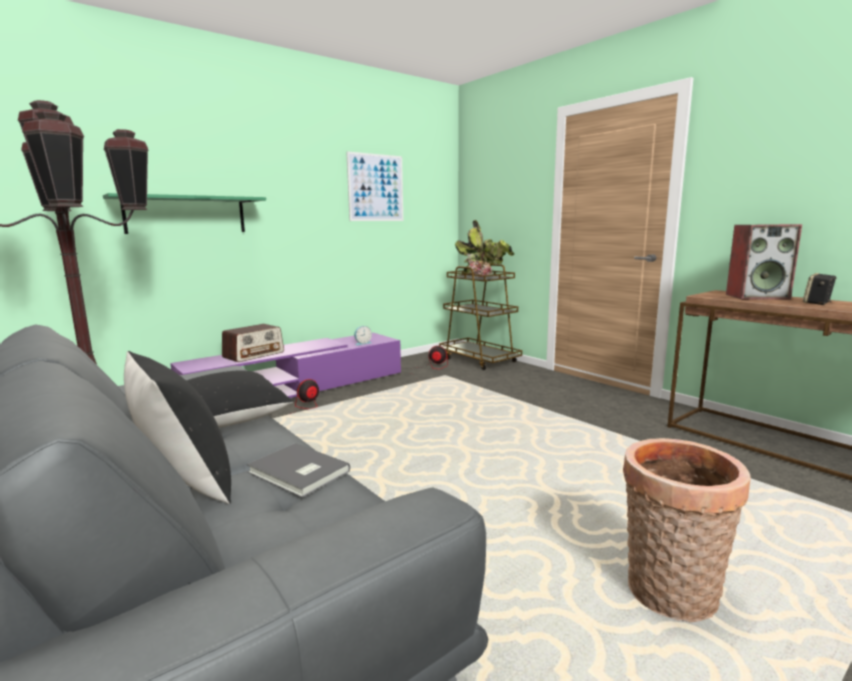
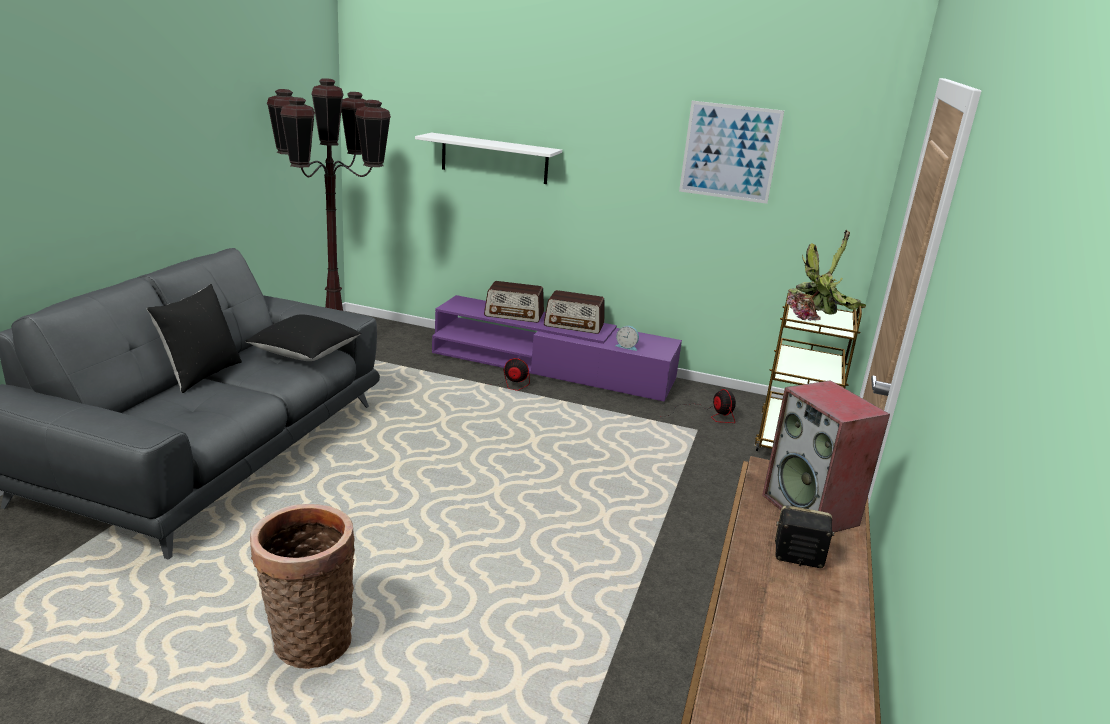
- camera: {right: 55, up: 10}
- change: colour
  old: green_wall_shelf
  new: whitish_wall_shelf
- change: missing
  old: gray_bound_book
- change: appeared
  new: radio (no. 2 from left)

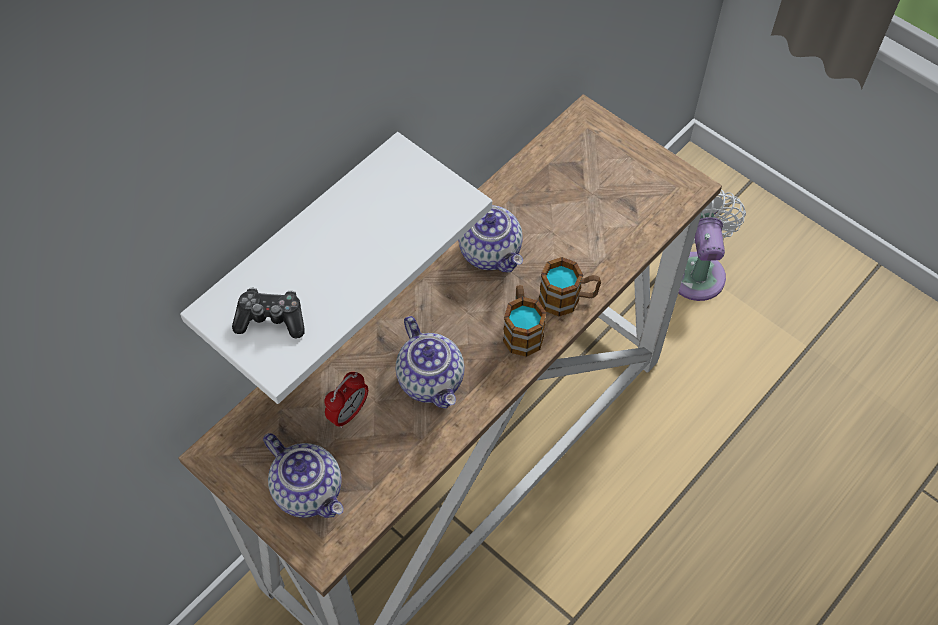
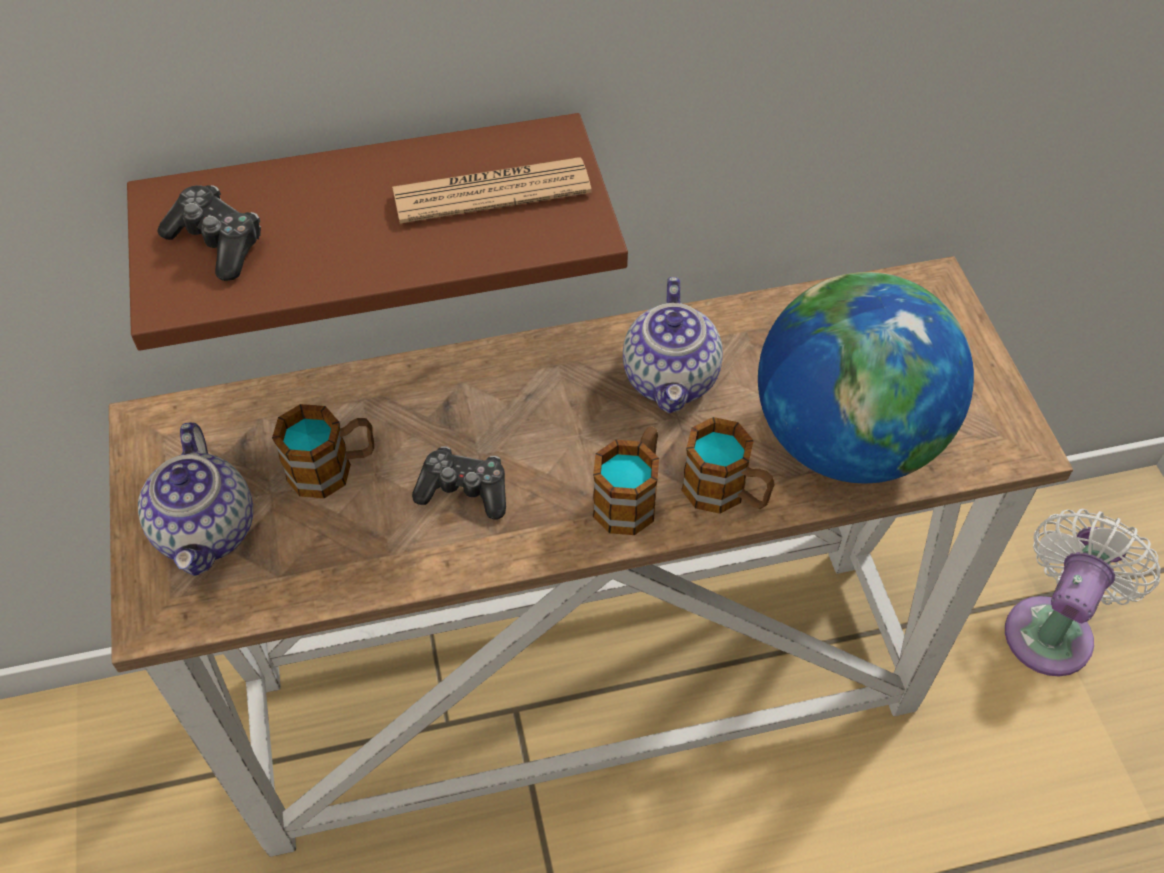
- camera: {right: 35, up: -5}
- change: colour
  old: whitish_wall_shelf
  new: brown-coloured_wall_shelf
- change: exchanged
  old: bedside_clock
  new: coffee_mug (no. 1 from left)
- change: exchanged
  old: teapot (no. 2 from left)
  new: gamepad (no. 2 from left)
- change: appeared
  new: daily_paper
- change: appeared
  new: globe

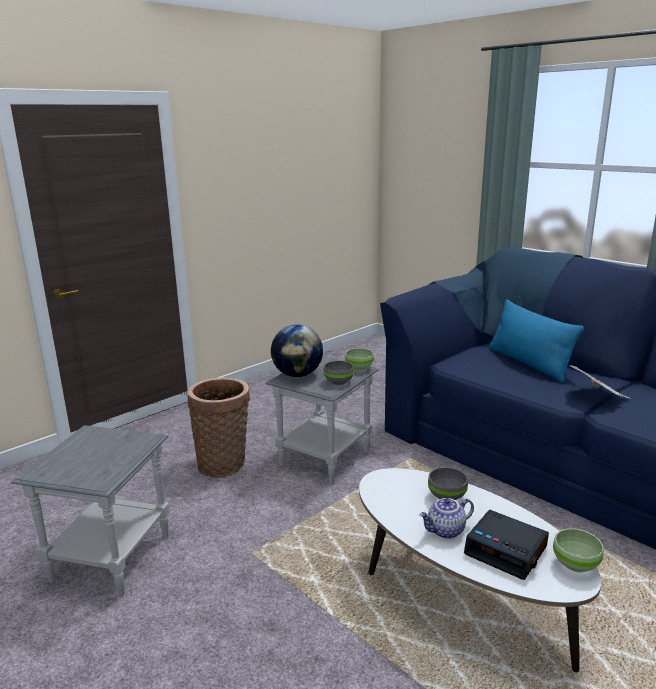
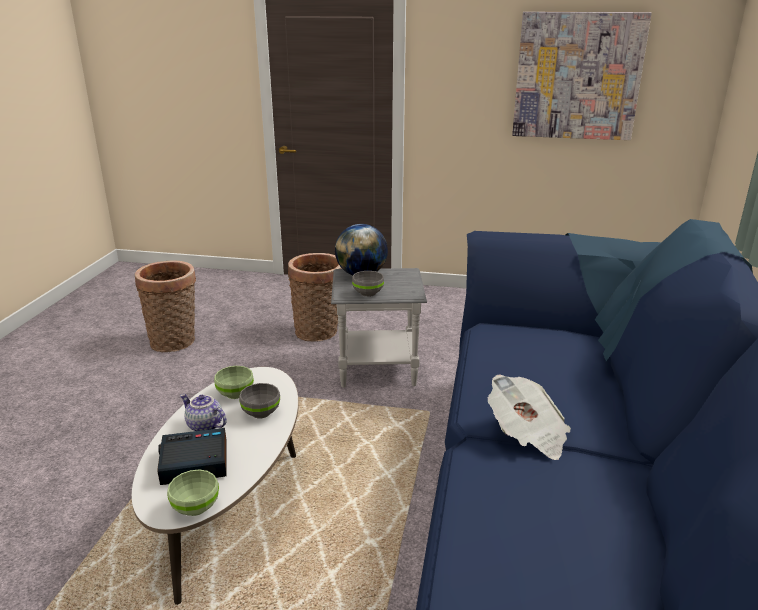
- camera: {right: 55, up: 5}
- change: exchanged
  old: gray_accent_table (no. 1 from left)
  new: storage_basket (no. 1 from left)
- change: relocated
  old: green_deep_dish (no. 1 from left in the first image)
  new: green_deep_dish (no. 2 from left)
- change: spun
  old: bedside_clock
  degrees: 75
- change: missing
  old: blue_throw_pillow
- change: appeared
  new: wall_art

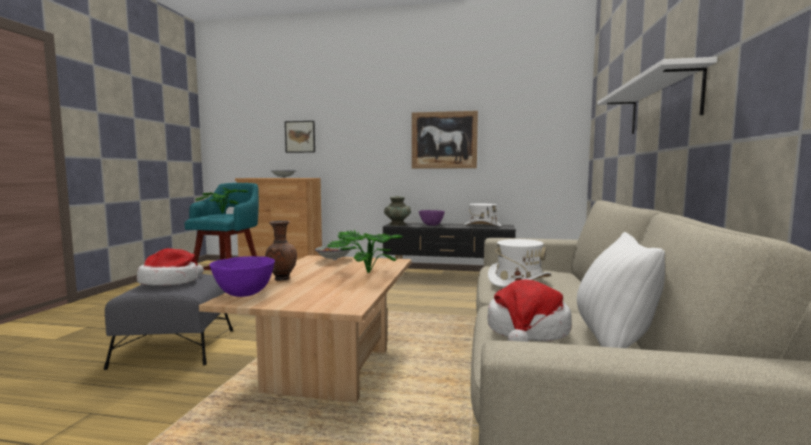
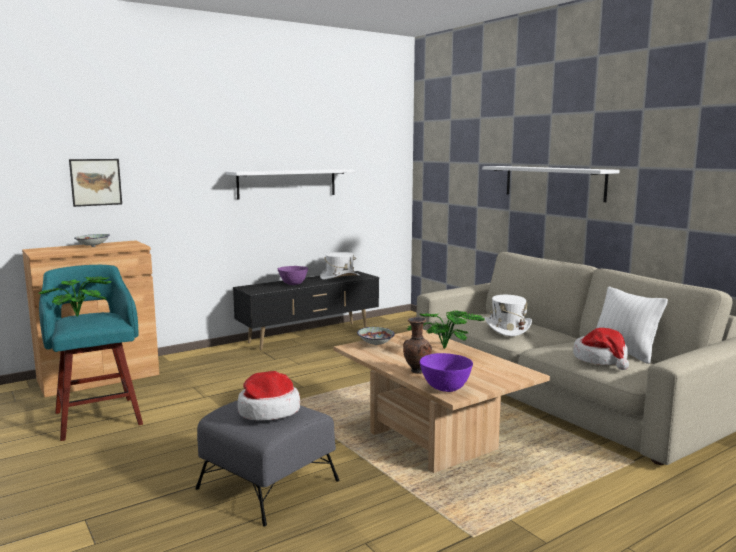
- camera: {right: -45, up: 5}
- change: missing
  old: blue-green_decorative_vase
- change: exchanged
  old: wall_art (no. 2 from left)
  new: whitish_wall_shelf (no. 1 from left)

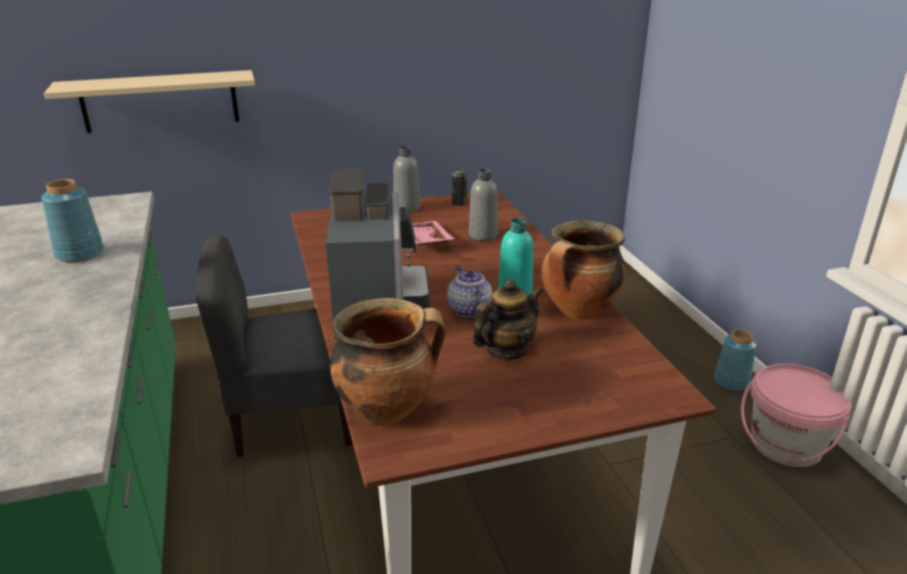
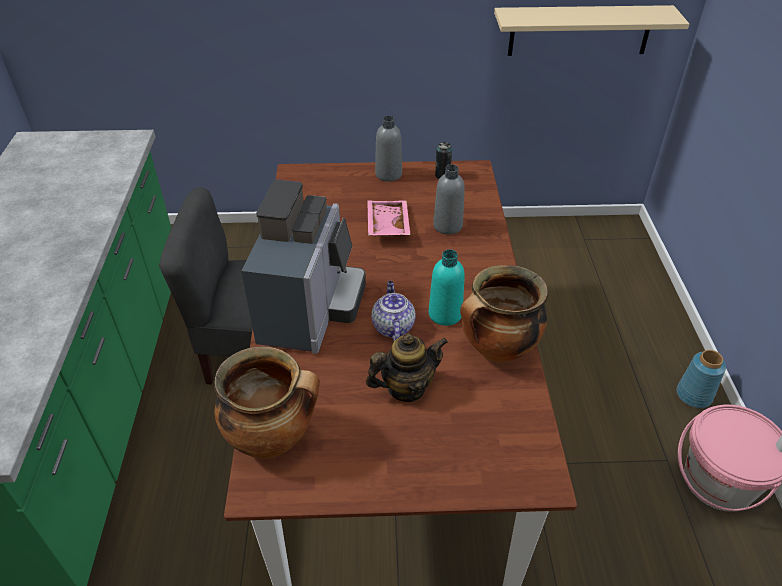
- camera: {right: 15, up: 15}
- change: missing
  old: blue_decorative_vase (no. 1 from left)
- change: relocated
  old: beige_wall_shelf

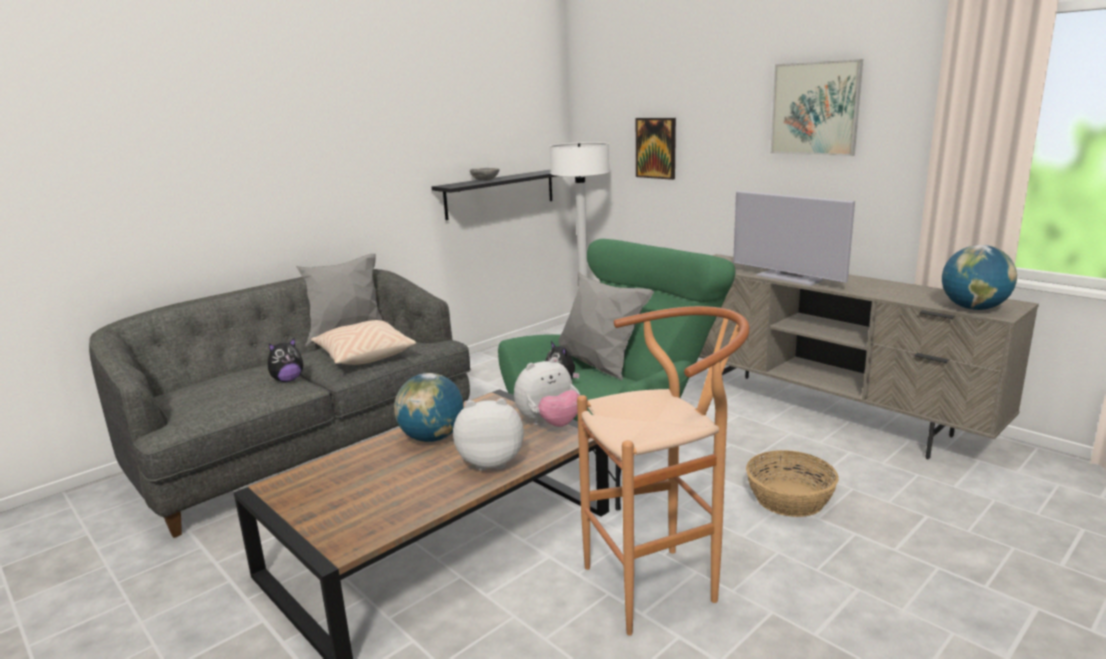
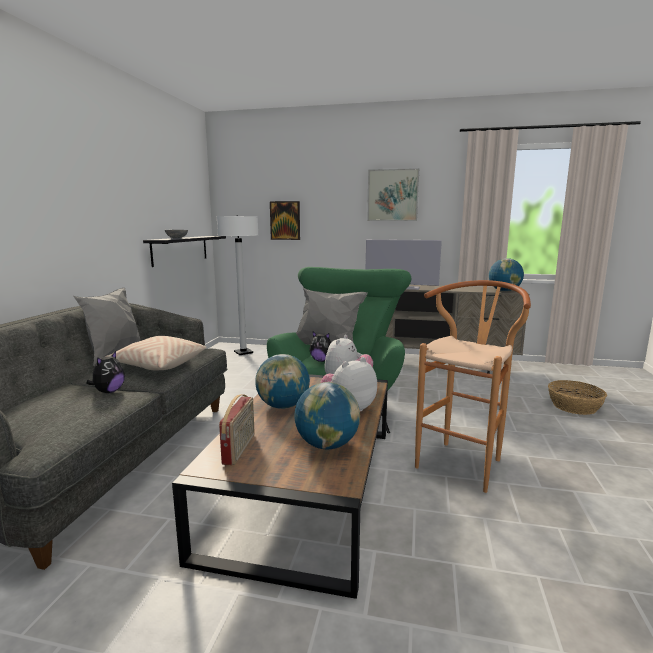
- camera: {right: -35, up: -5}
- change: relocated
  old: storage_basket
- change: appeared
  new: radio
- change: appeared
  new: globe (no. 2 from left)

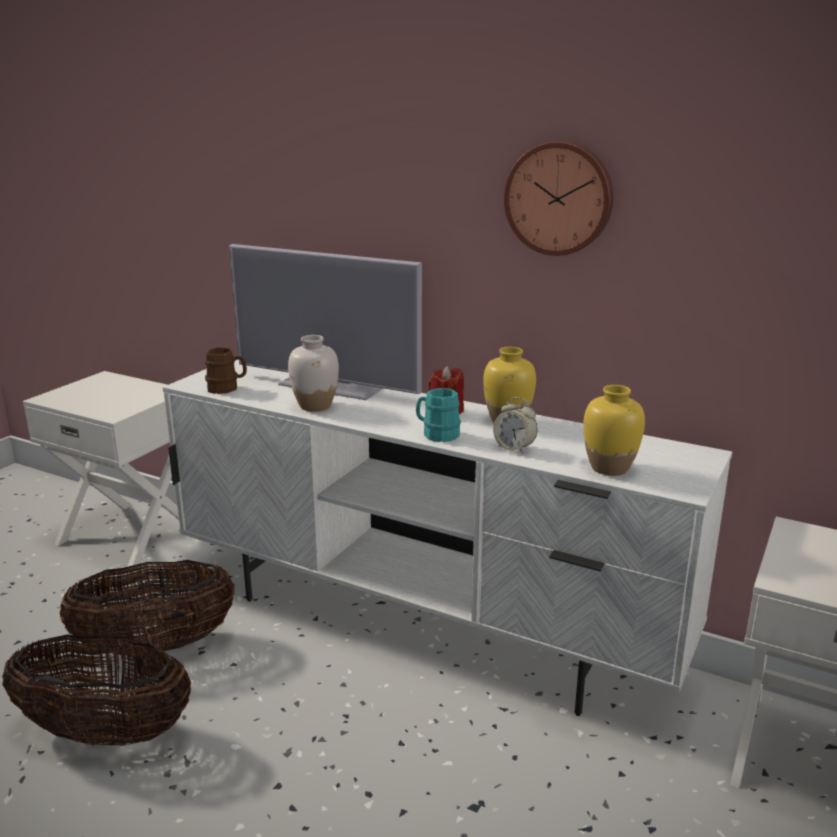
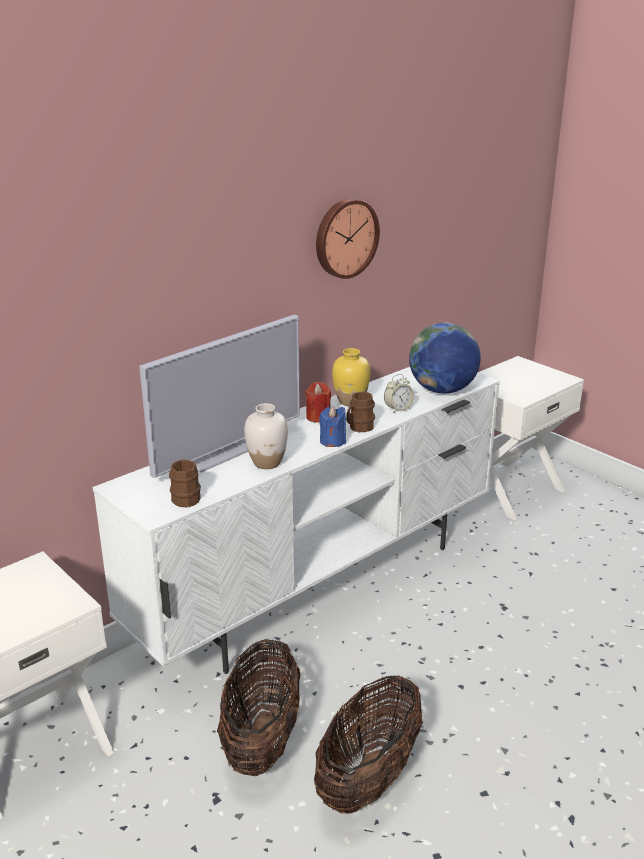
- camera: {right: -70, up: 5}
- change: colour
  old: blue-green_coffee_mug
  new: brown-coloured_coffee_mug (no. 2 from left)
- change: exchanged
  old: yellow-coloured_decorative_vase (no. 2 from left)
  new: globe
- change: appeared
  new: blue_candle

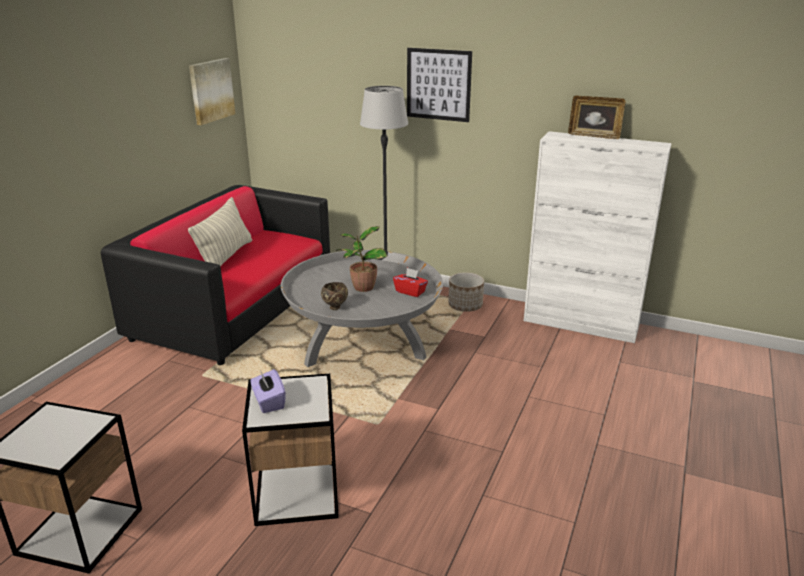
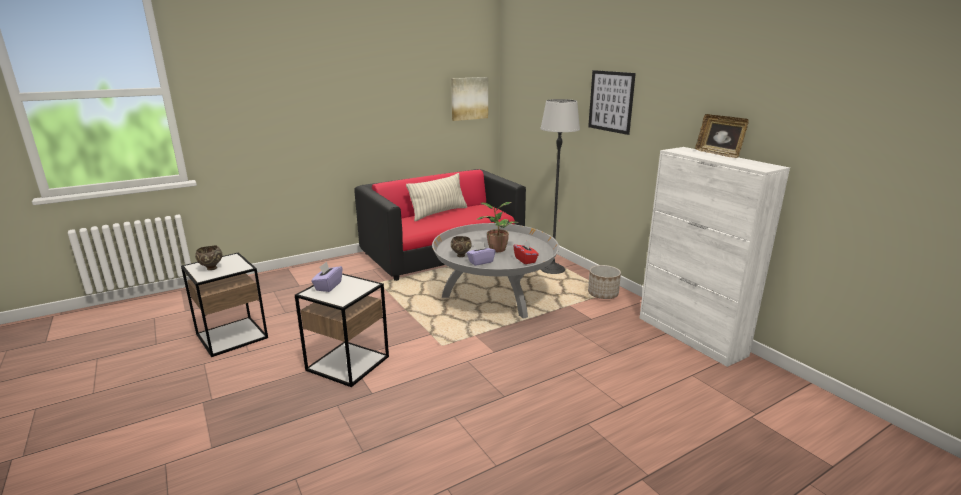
- camera: {right: 35, up: -5}
- change: appeared
  new: brown-coloured_deep_dish (no. 1 from left)
- change: appeared
  new: purplish_tissue_box (no. 2 from left)

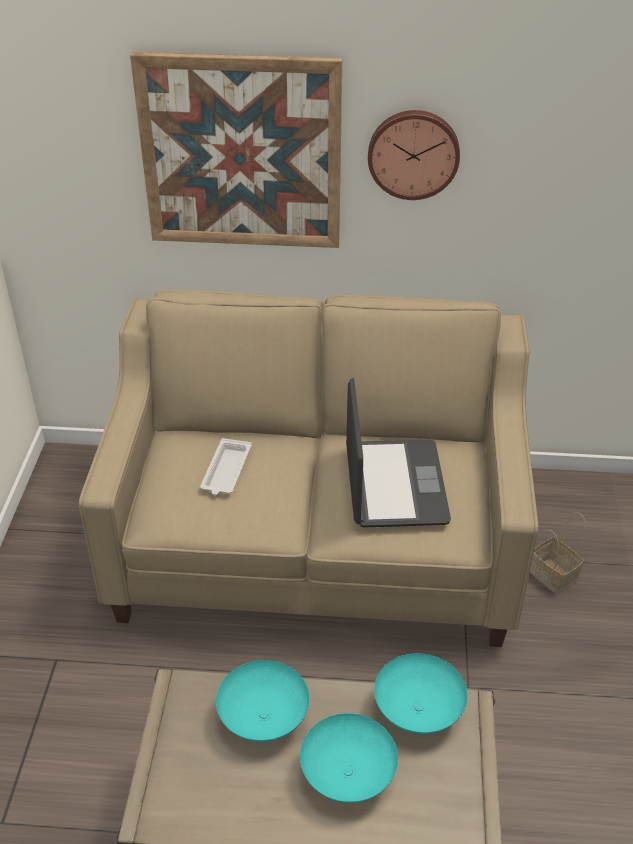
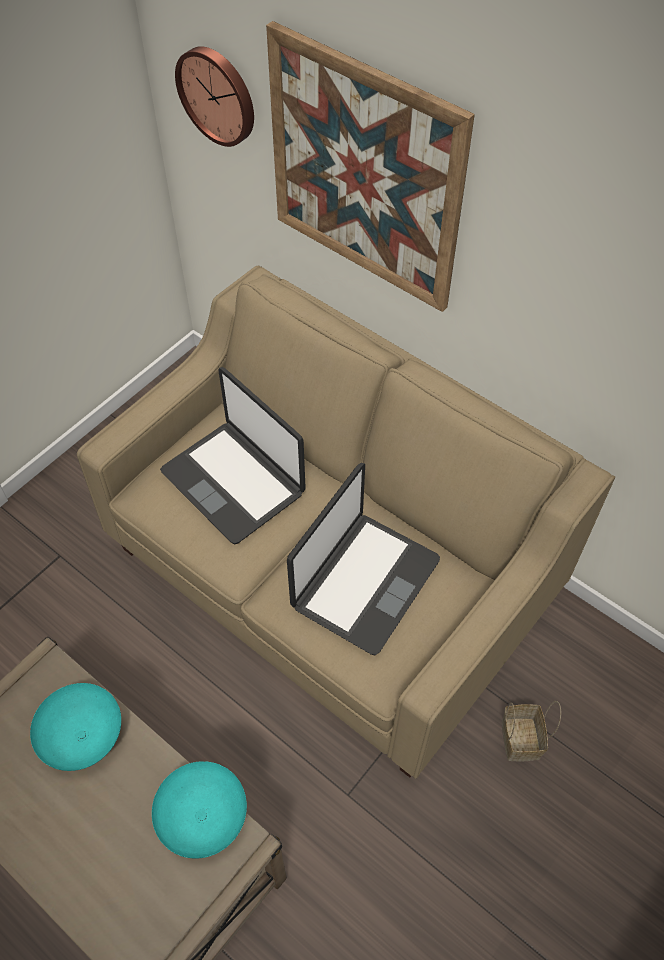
- camera: {right: 35, up: 15}
- change: exchanged
  old: whitish_serving_tray
  new: portable_computer (no. 1 from left)
- change: missing
  old: blue-green_deep_dish (no. 2 from left)
- change: relocated
  old: hanging_clock

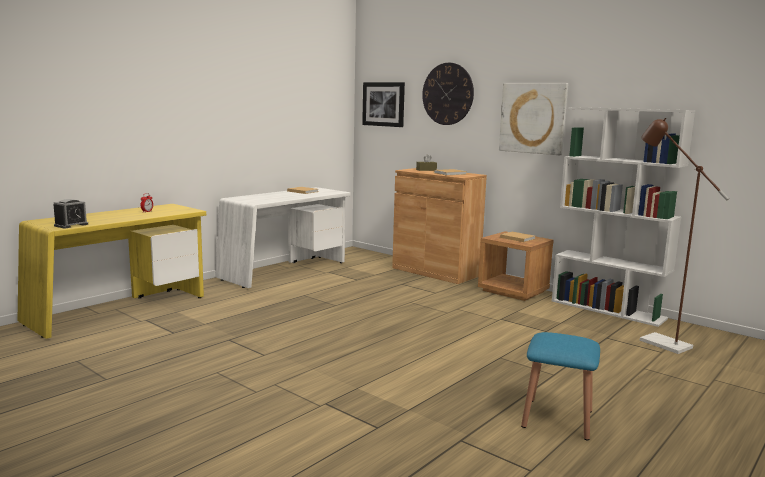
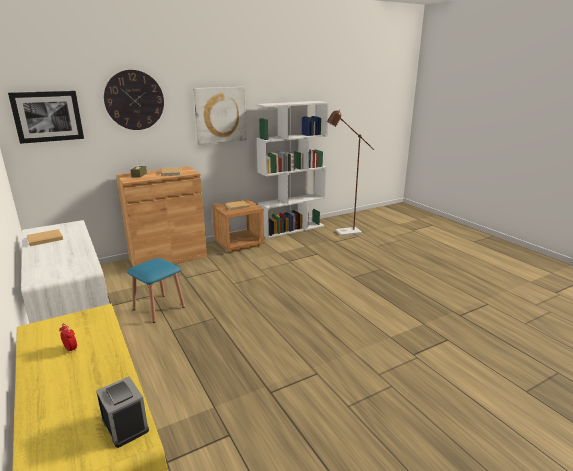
- camera: {right: -70, up: 10}
- change: relocated
  old: blue_stool

